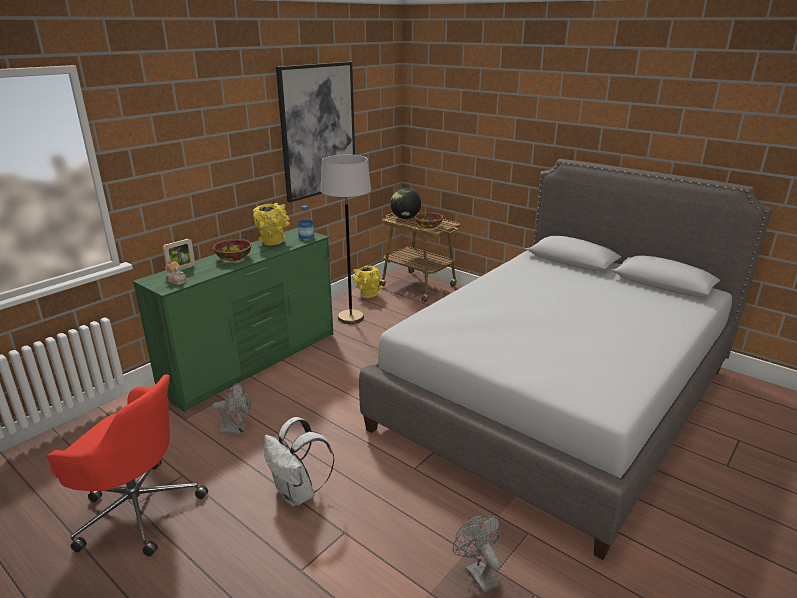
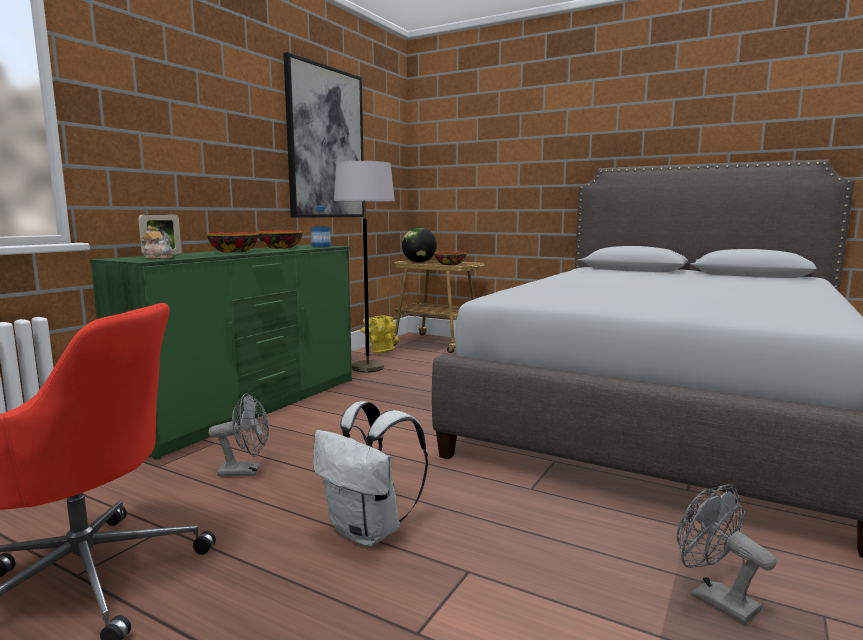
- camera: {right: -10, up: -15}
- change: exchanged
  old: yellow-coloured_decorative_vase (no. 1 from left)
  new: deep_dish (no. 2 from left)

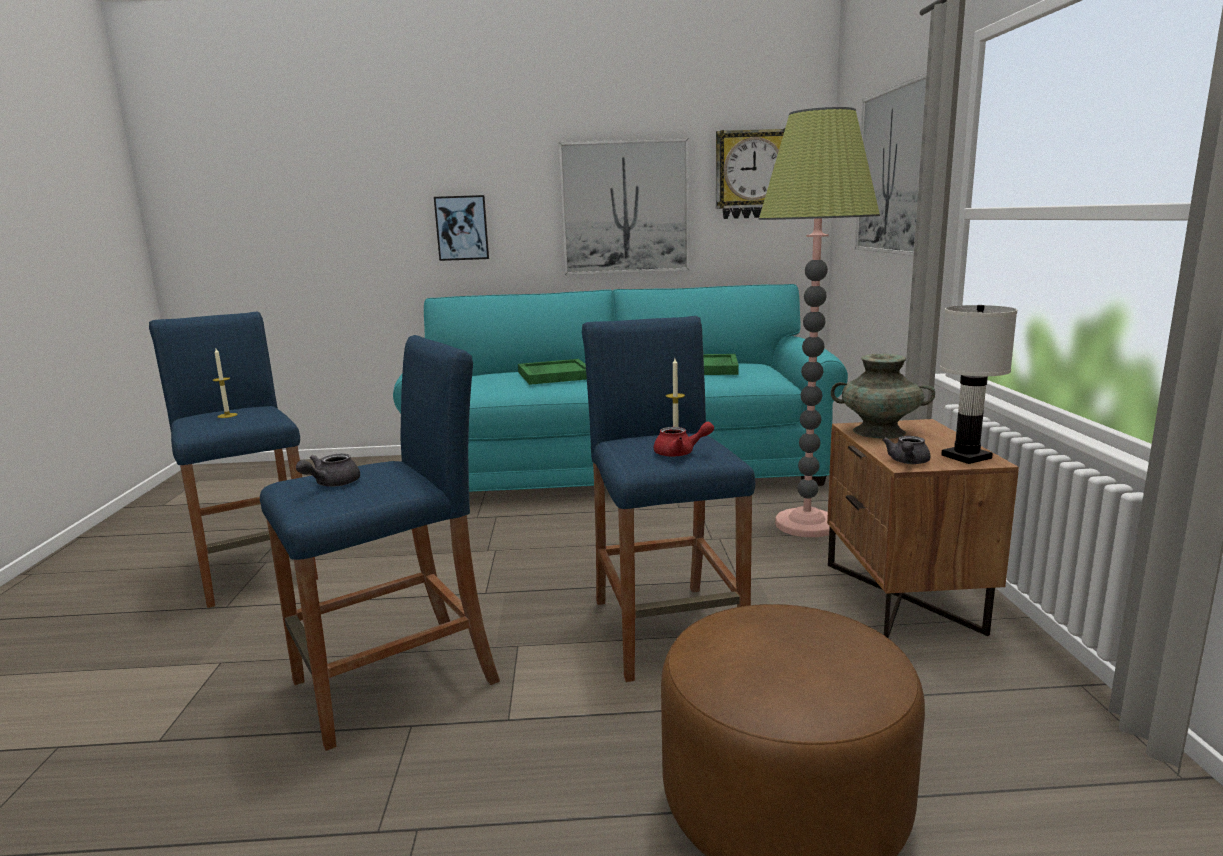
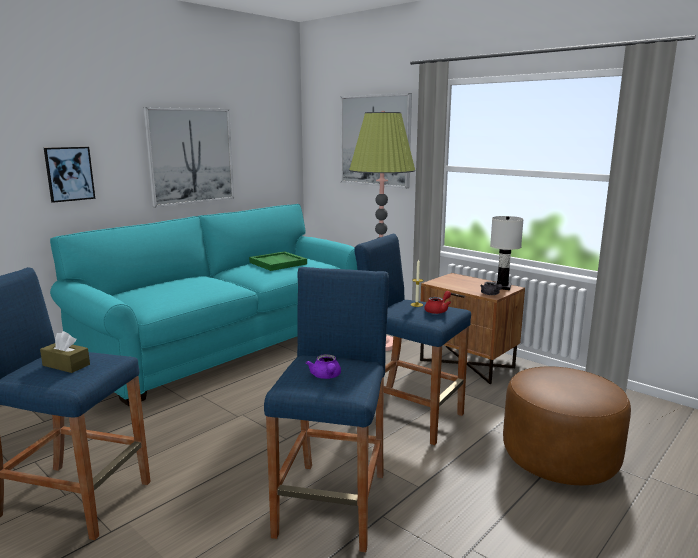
- camera: {right: -45, up: 0}
- change: exchanged
  old: candle (no. 1 from left)
  new: brown-coloured_tissue_box
- change: colour
  old: gray_teapot (no. 1 from left)
  new: purplish_teapot
- change: missing
  old: green_serving_tray (no. 1 from left)
- change: missing
  old: hanging_clock
- change: missing
  old: blue-green_decorative_vase

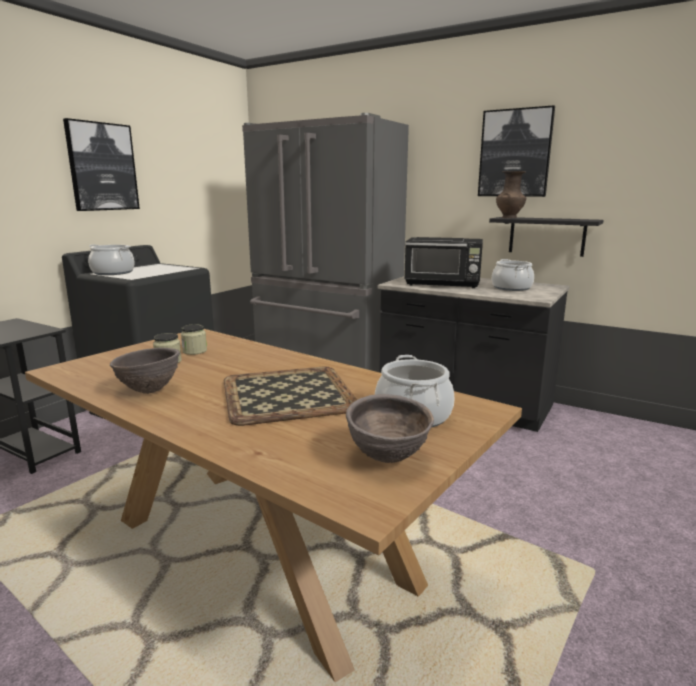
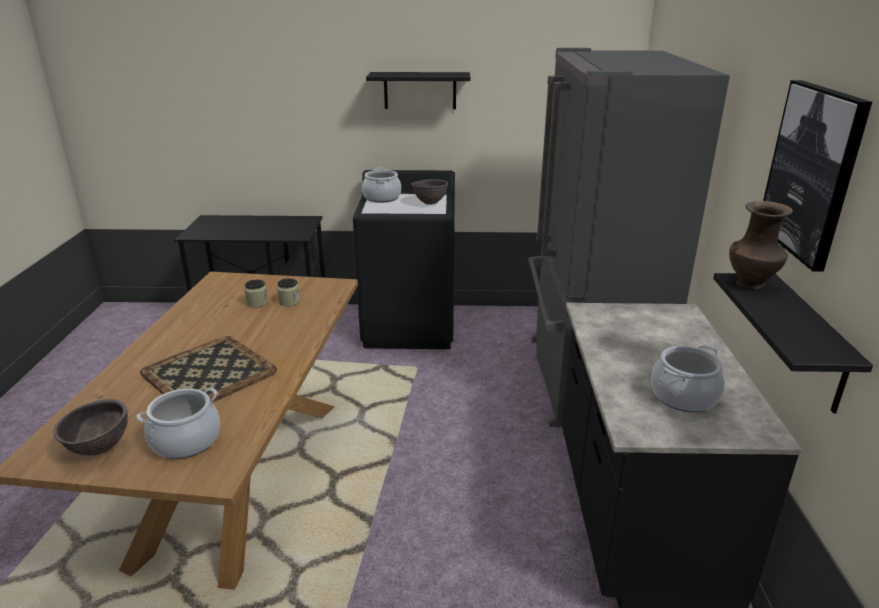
- camera: {right: 60, up: 10}
- change: exchanged
  old: wall_art (no. 1 from left)
  new: black_wall_shelf (no. 1 from left)
- change: relocated
  old: brown-coloured_deep_dish (no. 1 from left in the first image)
  new: brown-coloured_deep_dish (no. 2 from left)
- change: missing
  old: black_kitchen_microwave

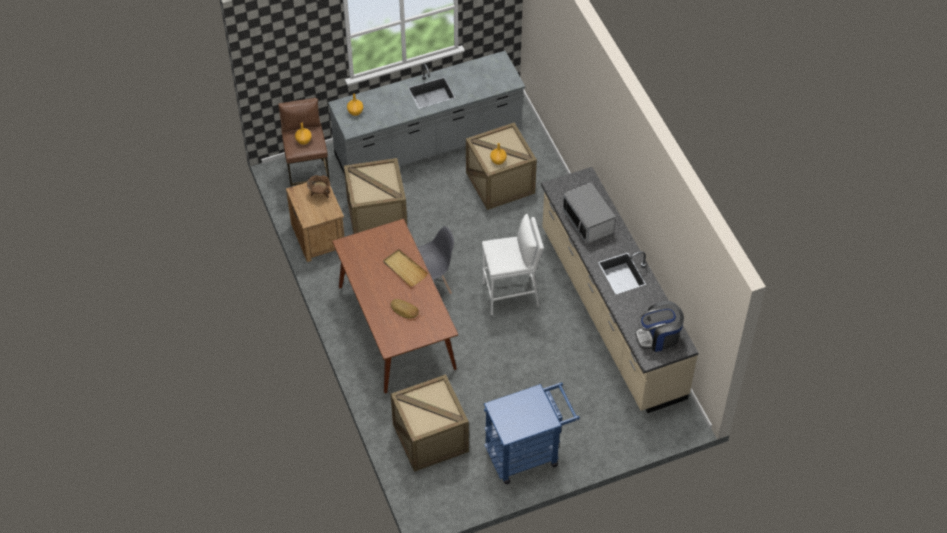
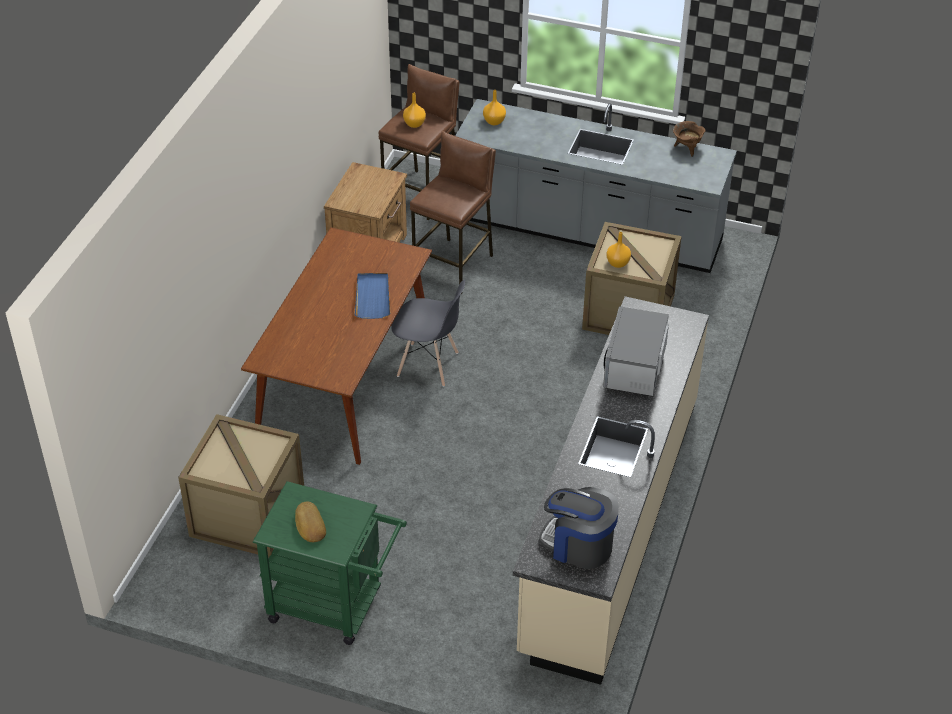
- camera: {right: 40, up: -10}
- change: relocated
  old: brown-coloured_saucepot
- change: exchanged
  old: crate (no. 1 from left)
  new: brown-coloured_stool (no. 2 from left)
- change: colour
  old: beige_serving_tray
  new: blue_serving_tray
- change: relocated
  old: bakery_bread
- change: missing
  old: whitish_stool
- change: colour
  old: blue_wheeled_cart
  new: green_wheeled_cart

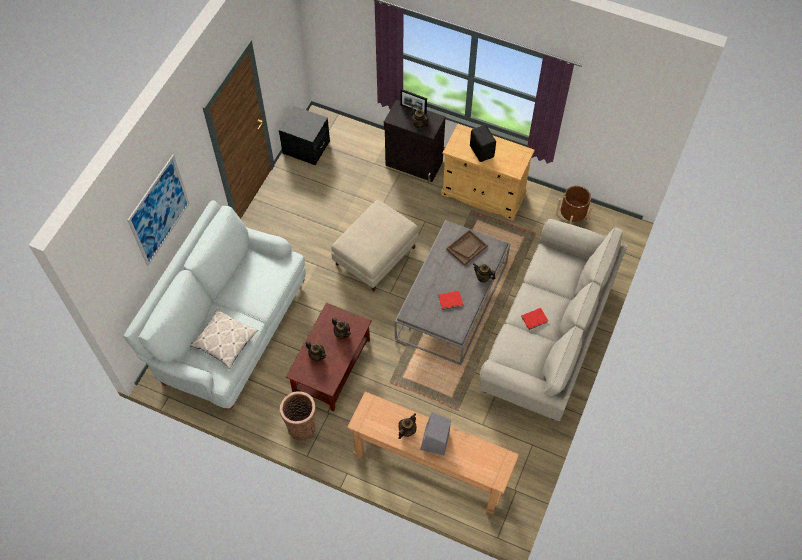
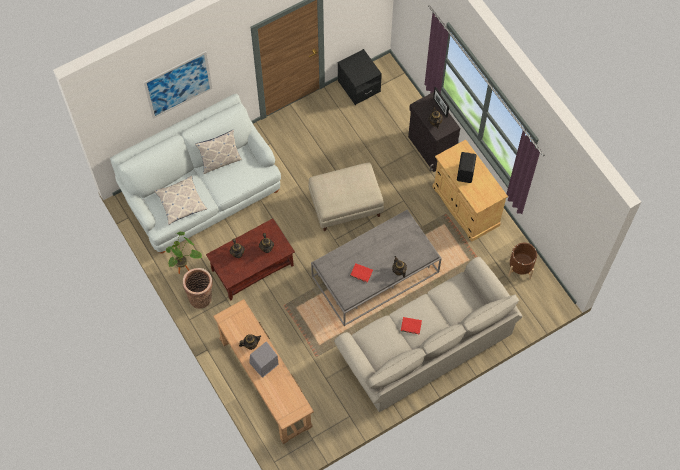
- camera: {right: 35, up: 5}
- change: missing
  old: brown-coloured_serving_tray
- change: appeared
  new: plant_in_a_pot
- change: appeared
  new: throw_pillow (no. 2 from left)

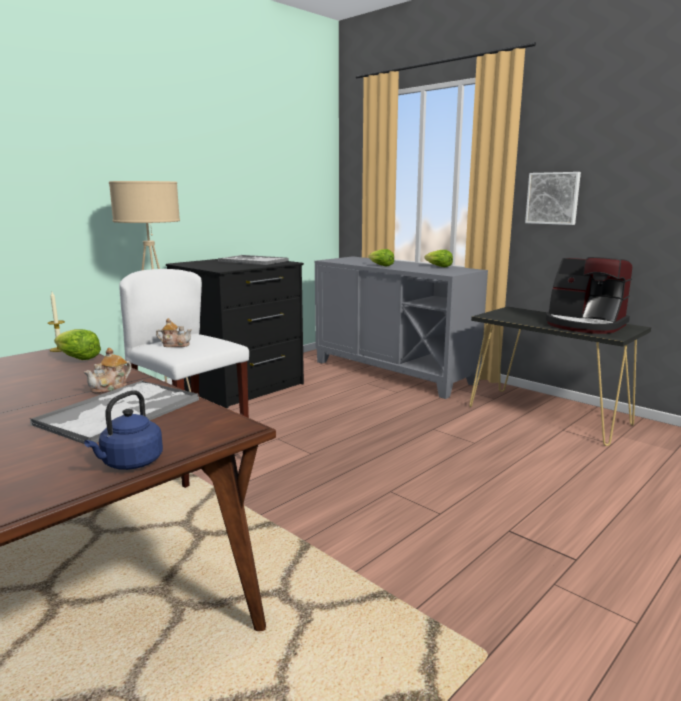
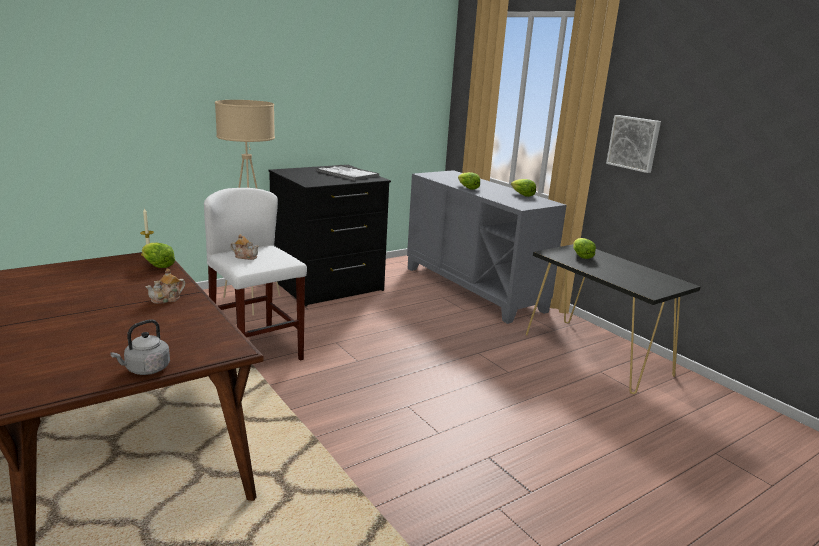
- camera: {right: 10, up: 5}
- change: missing
  old: serving_tray (no. 1 from left)
- change: colour
  old: blue_water_kettle
  new: gray_water_kettle
- change: missing
  old: coffee_machine
- change: appeared
  new: head_of_lettuce (no. 4 from left)

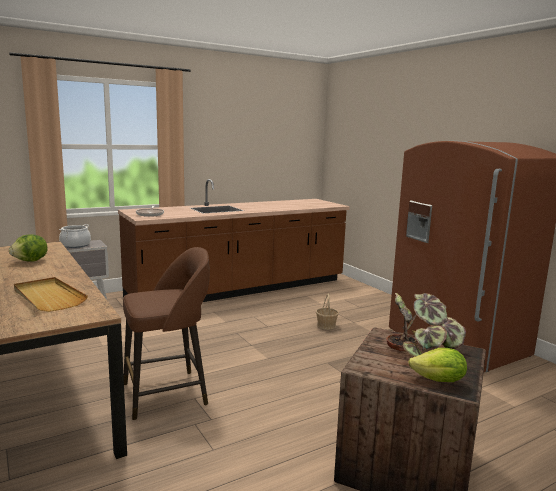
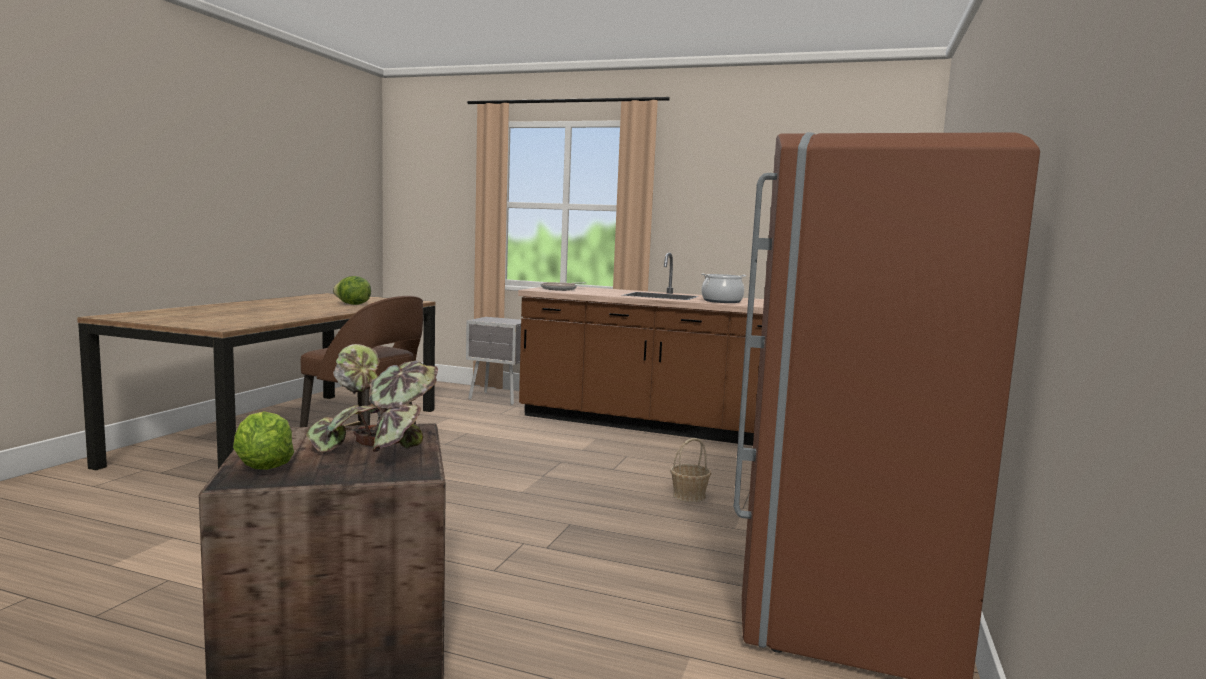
- camera: {right: 50, up: -5}
- change: missing
  old: beige_serving_tray
- change: relocated
  old: saucepot

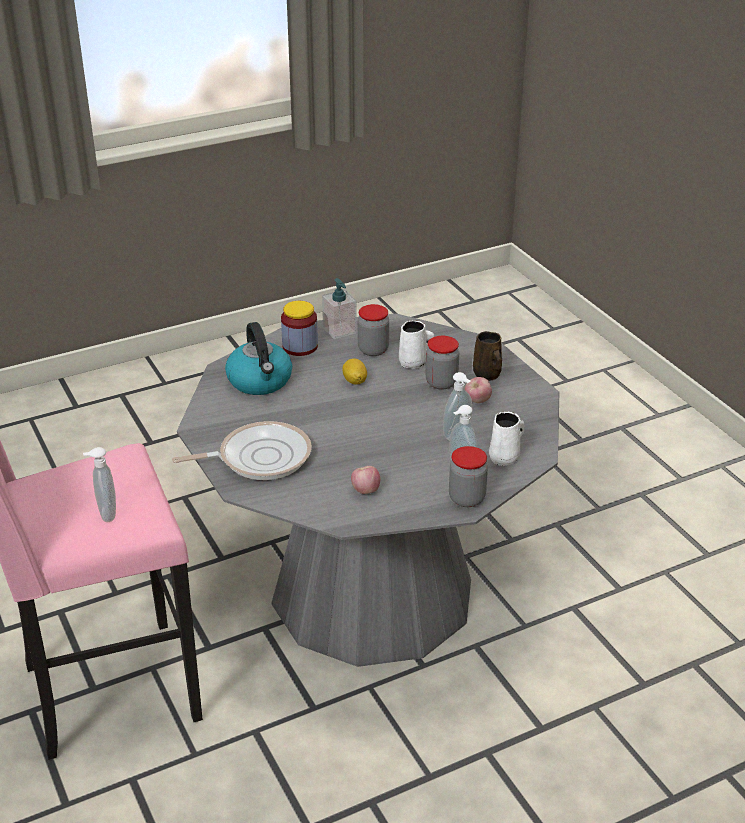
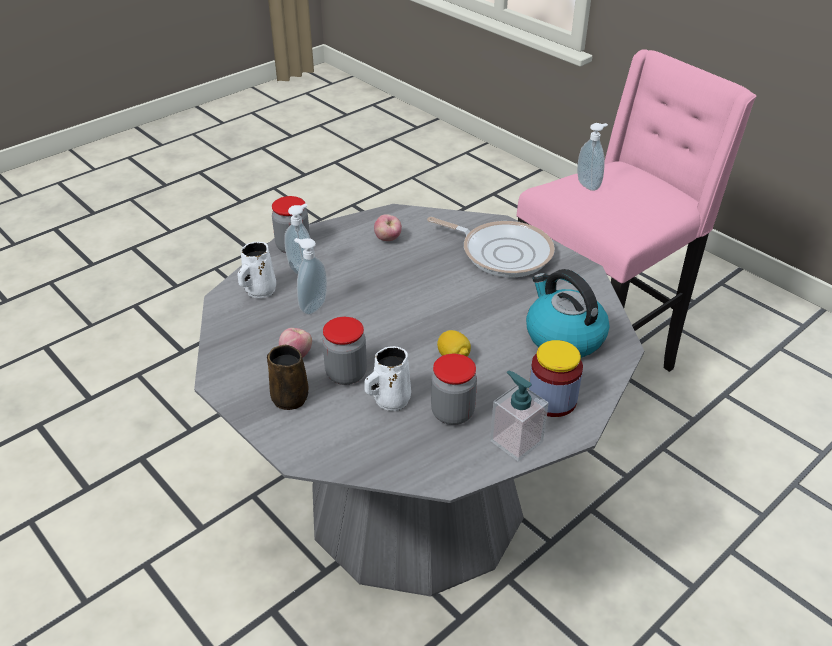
- camera: {right: 165, up: 5}
- change: spun
  old: pan
  degrees: -120

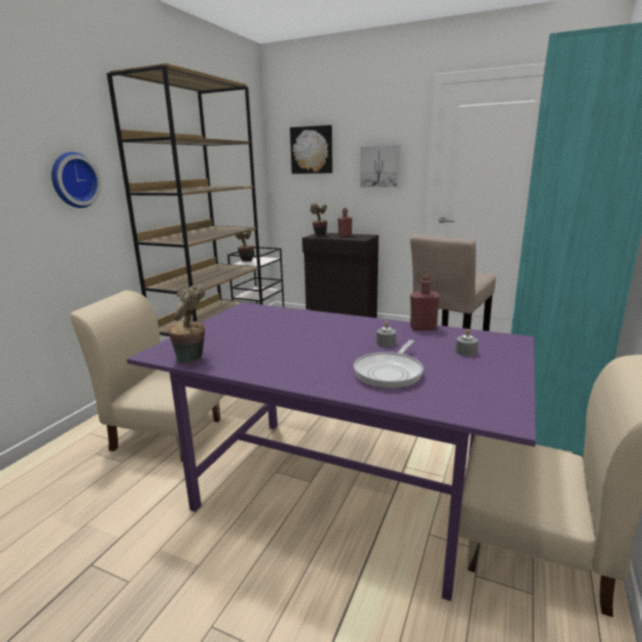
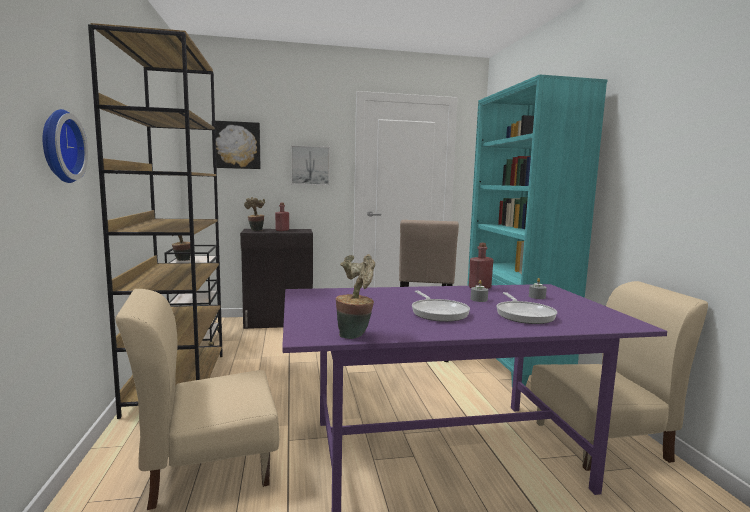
- camera: {right: -35, up: -10}
- change: appeared
  new: pan (no. 1 from left)

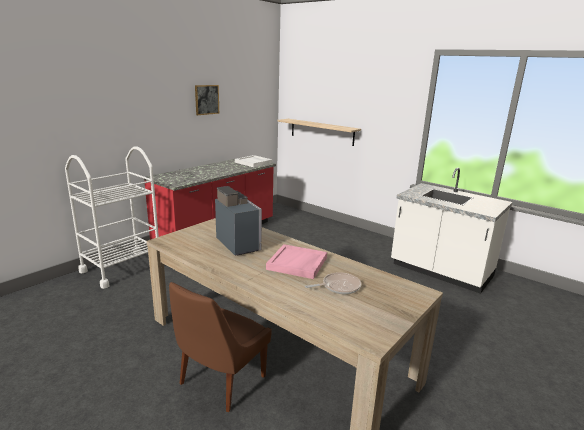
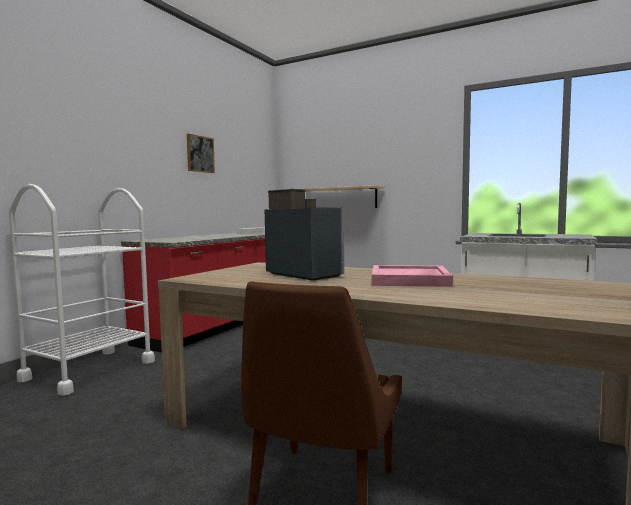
- camera: {right: -10, up: -15}
- change: missing
  old: pan

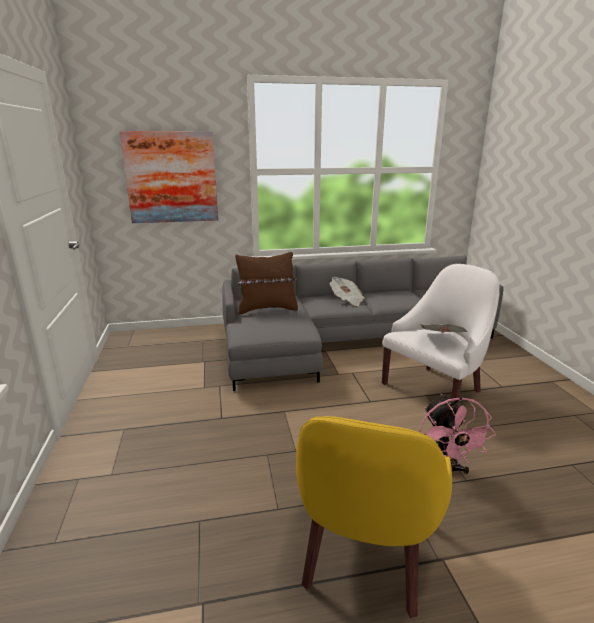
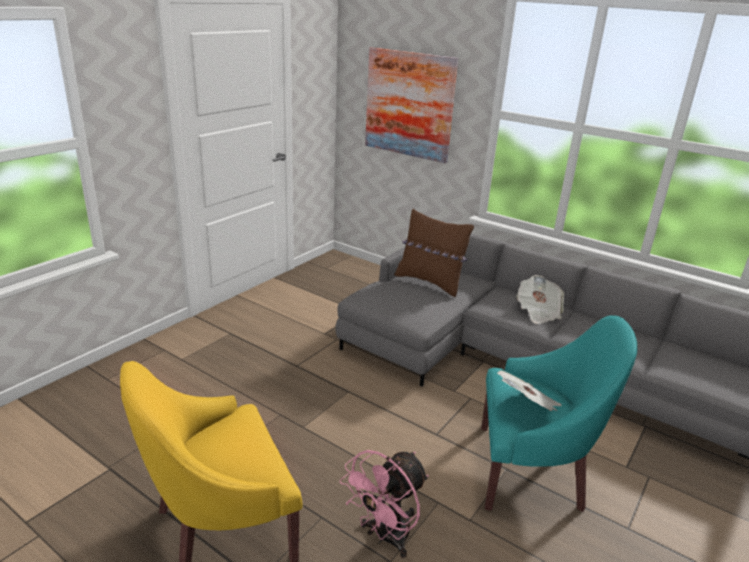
- camera: {right: 45, up: 5}
- change: colour
  old: whitish_easy_chair
  new: blue-green_easy_chair

